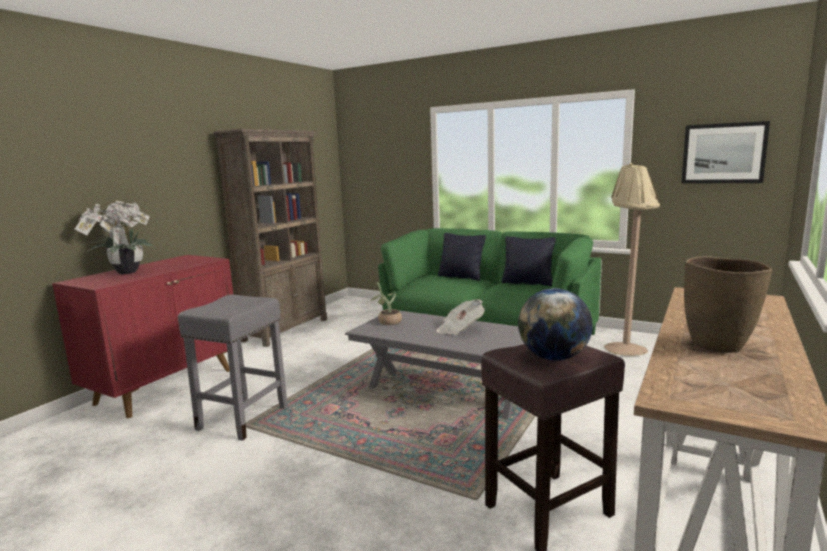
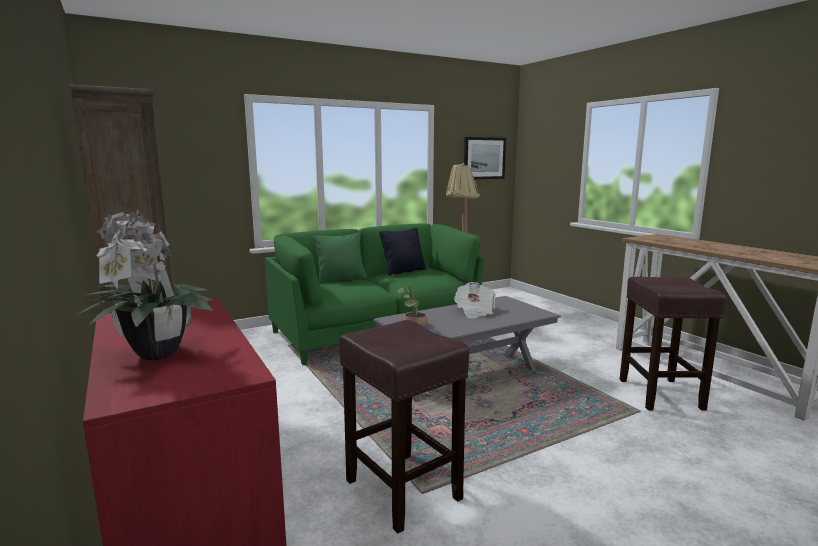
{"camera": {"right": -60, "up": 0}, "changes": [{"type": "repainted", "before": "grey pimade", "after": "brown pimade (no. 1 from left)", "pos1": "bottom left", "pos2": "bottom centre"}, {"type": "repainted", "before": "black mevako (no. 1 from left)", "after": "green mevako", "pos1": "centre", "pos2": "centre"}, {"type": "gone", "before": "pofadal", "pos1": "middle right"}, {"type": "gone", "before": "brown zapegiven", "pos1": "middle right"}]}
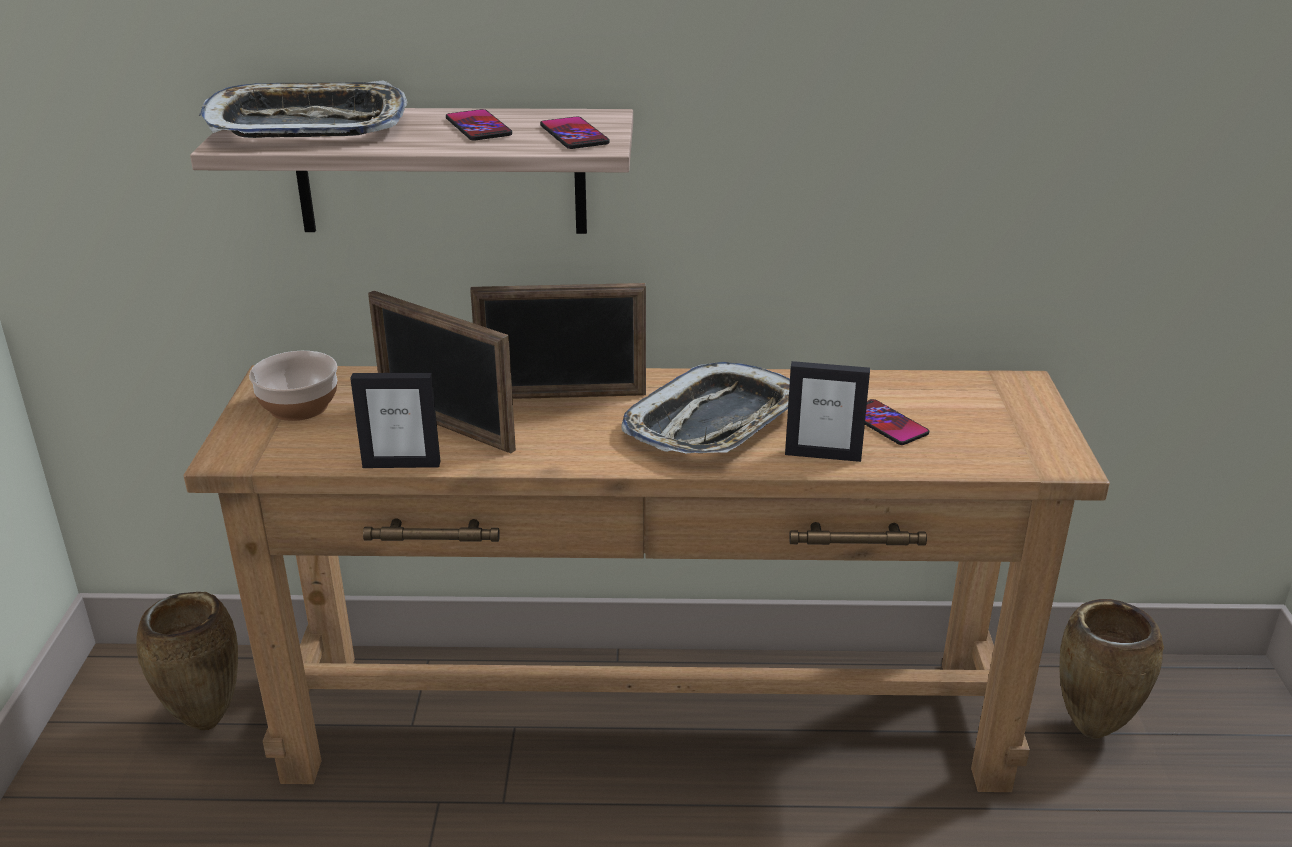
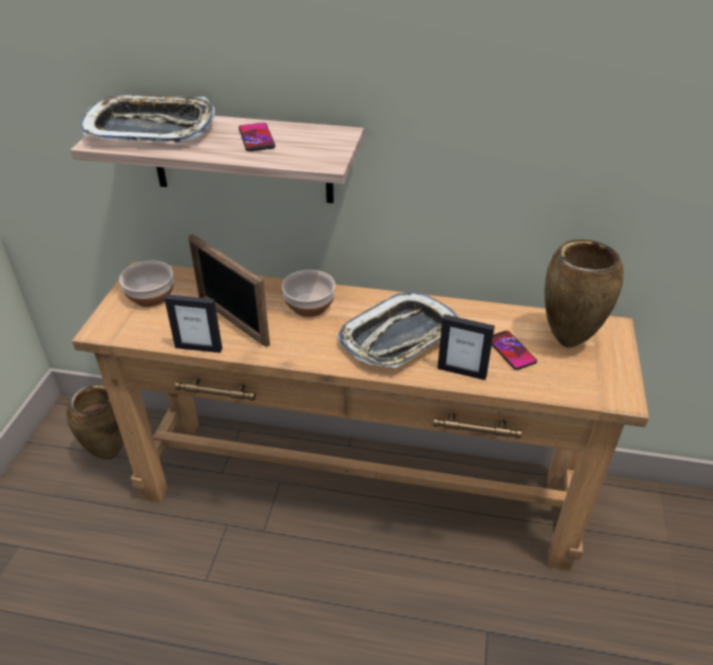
{"camera": {"right": 10, "up": 10}, "changes": [{"type": "swapped", "before": "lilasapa (no. 3 from left)", "after": "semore (no. 2 from left)", "pos1": "centre", "pos2": "centre"}, {"type": "gone", "before": "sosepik (no. 2 from left)", "pos1": "top centre"}, {"type": "shifted", "before": "brown zapegiven (no. 2 from left)", "pos1": "bottom right", "pos2": "middle right"}]}
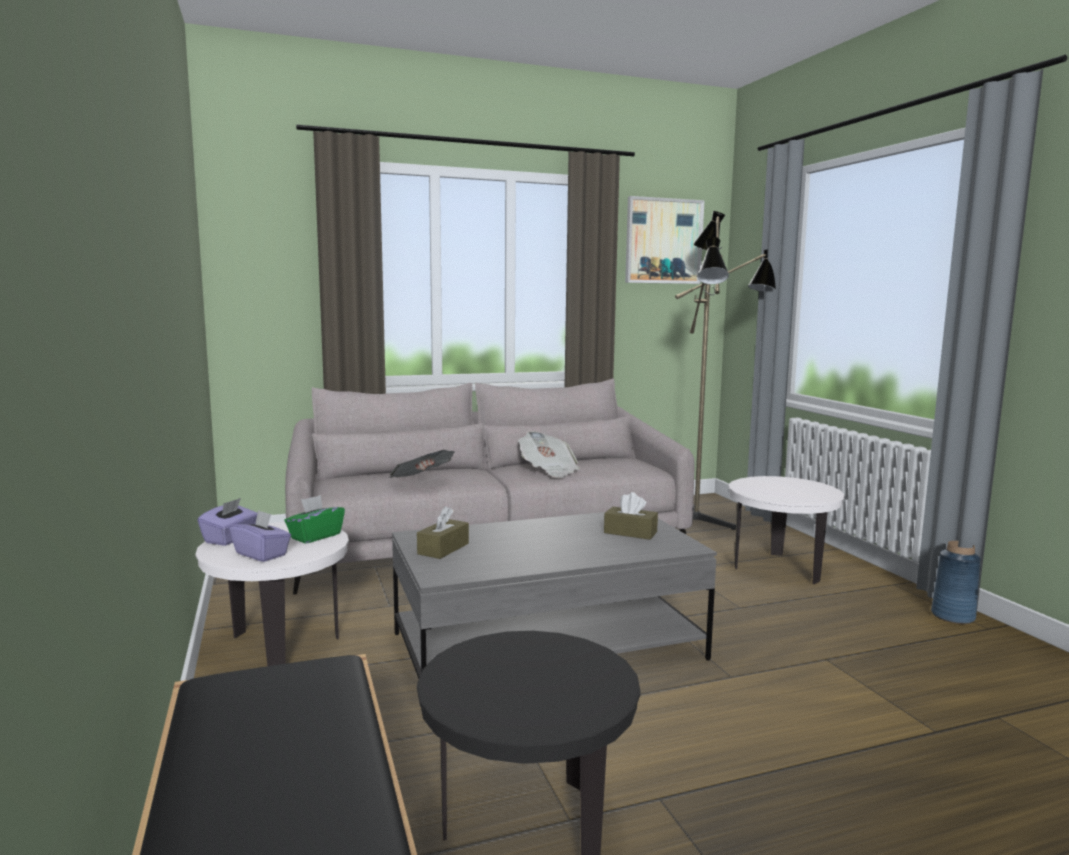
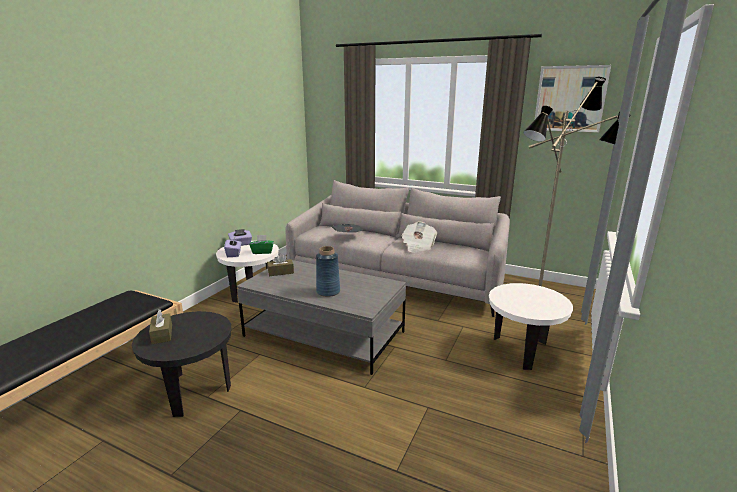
{"camera": {"right": 45, "up": 10}, "changes": [{"type": "shifted", "before": "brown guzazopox (no. 2 from left in the first image)", "after": "brown guzazopox (no. 1 from left)", "pos1": "centre", "pos2": "middle left"}, {"type": "shifted", "before": "blue zapegiven", "pos1": "bottom right", "pos2": "centre"}]}
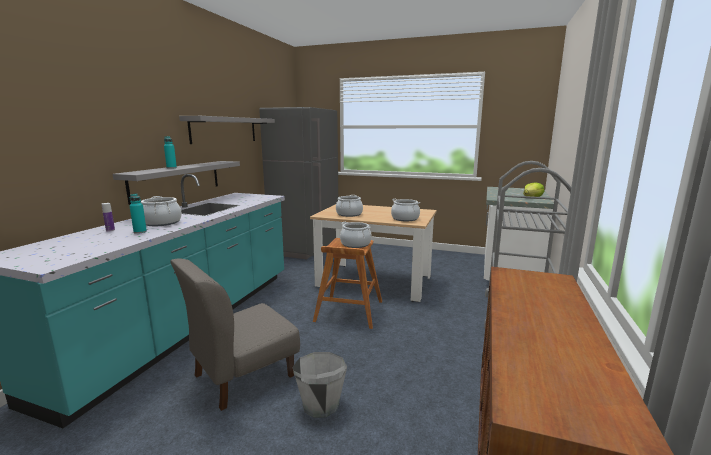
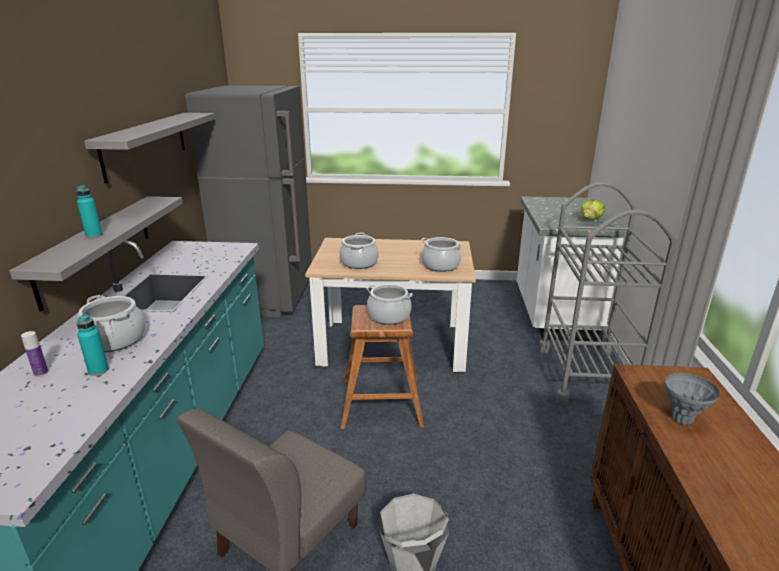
{"camera": {"right": -15, "up": 10}, "changes": [{"type": "new", "after": "grey zapegiven", "pos2": "bottom right"}]}
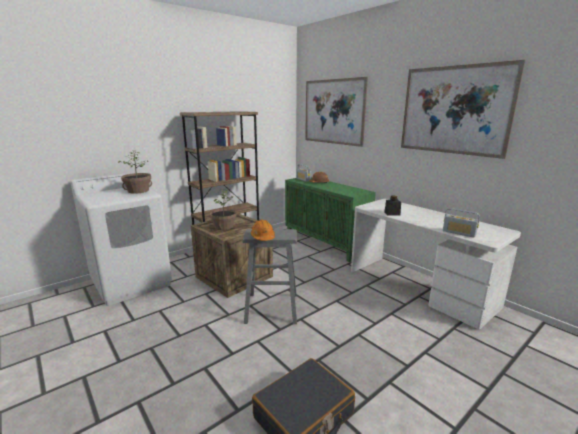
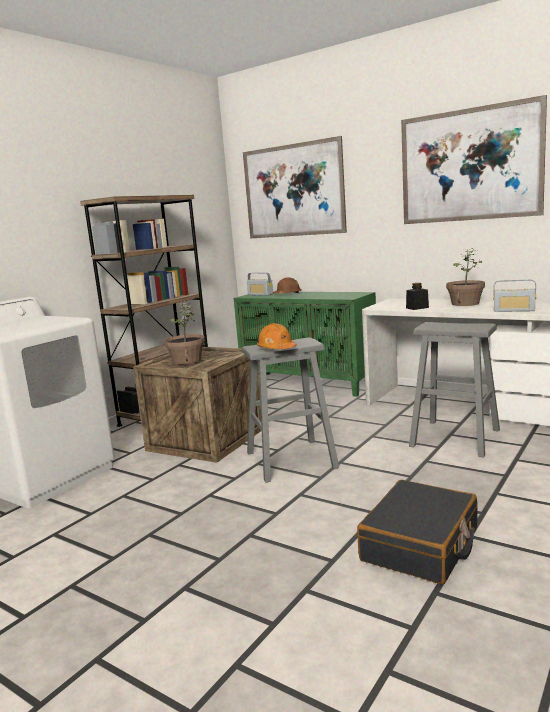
{"camera": {"right": -15, "up": -5}, "changes": [{"type": "shifted", "before": "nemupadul (no. 1 from left in the first image)", "after": "nemupadul (no. 2 from left)", "pos1": "middle left", "pos2": "middle right"}, {"type": "new", "after": "grey pimade (no. 2 from left)", "pos2": "middle right"}]}
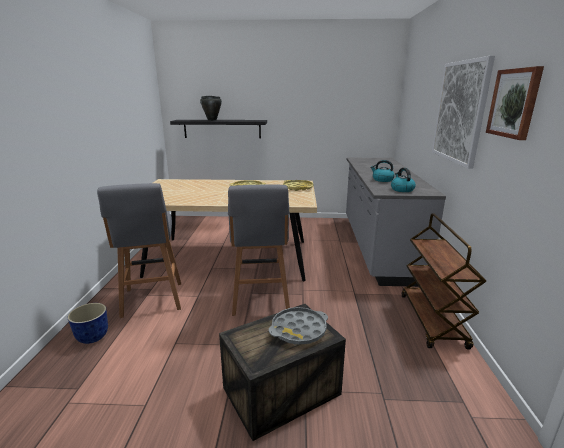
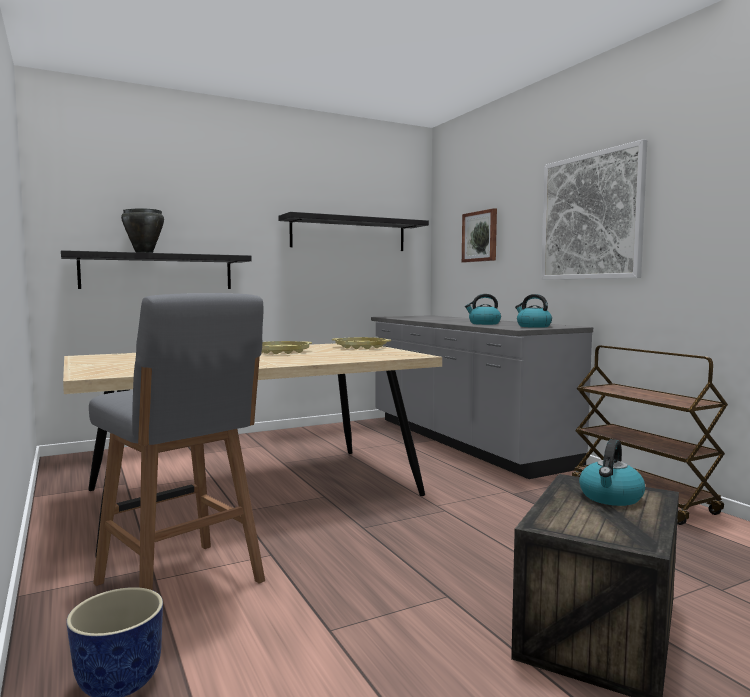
{"camera": {"right": -30, "up": -15}, "changes": [{"type": "gone", "before": "grey pimade (no. 2 from left)", "pos1": "centre"}, {"type": "swapped", "before": "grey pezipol", "after": "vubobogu (no. 3 from left)", "pos1": "bottom centre", "pos2": "bottom right"}, {"type": "shifted", "before": "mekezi (no. 2 from left in the first image)", "after": "mekezi (no. 1 from left)", "pos1": "top right", "pos2": "centre"}, {"type": "new", "after": "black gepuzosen (no. 2 from left)", "pos2": "top centre"}]}
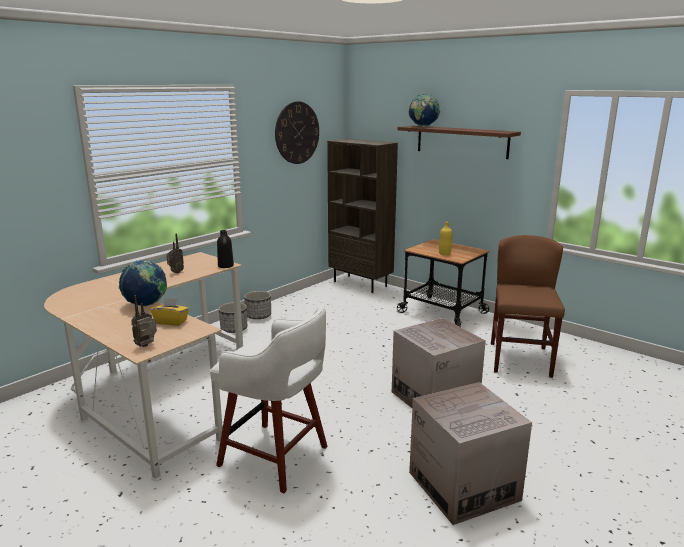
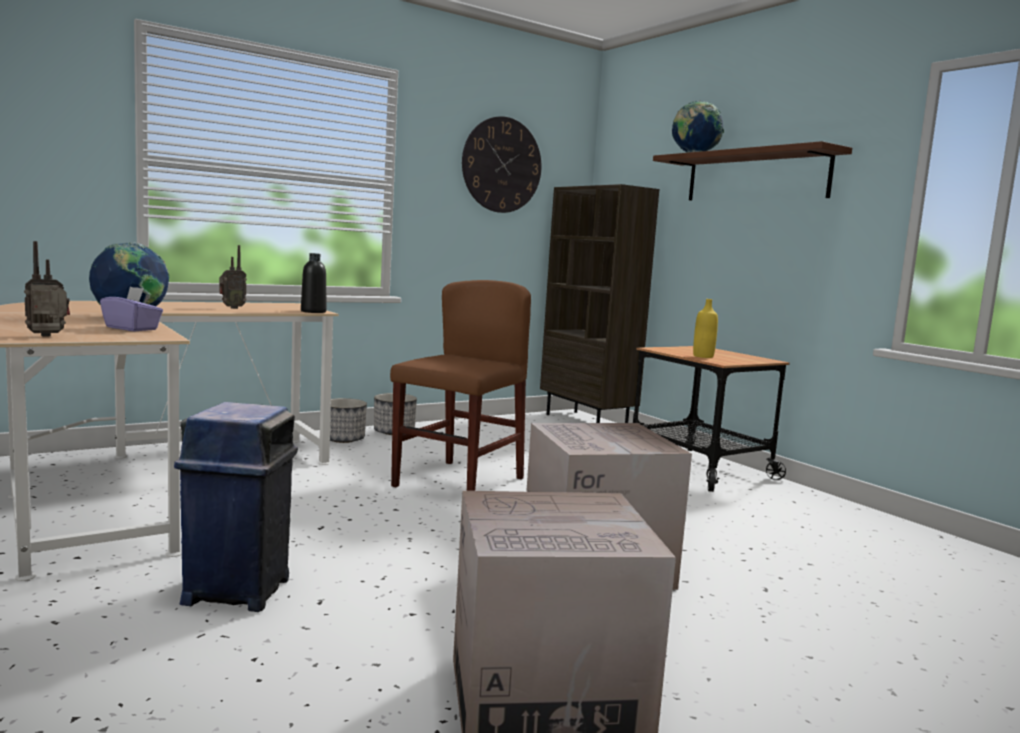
{"camera": {"right": 15, "up": -10}, "changes": [{"type": "repainted", "before": "yellow guzazopox", "after": "purple guzazopox", "pos1": "middle left", "pos2": "middle left"}, {"type": "swapped", "before": "white pimade", "after": "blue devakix", "pos1": "bottom centre", "pos2": "bottom left"}, {"type": "shifted", "before": "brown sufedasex", "pos1": "middle right", "pos2": "centre"}]}
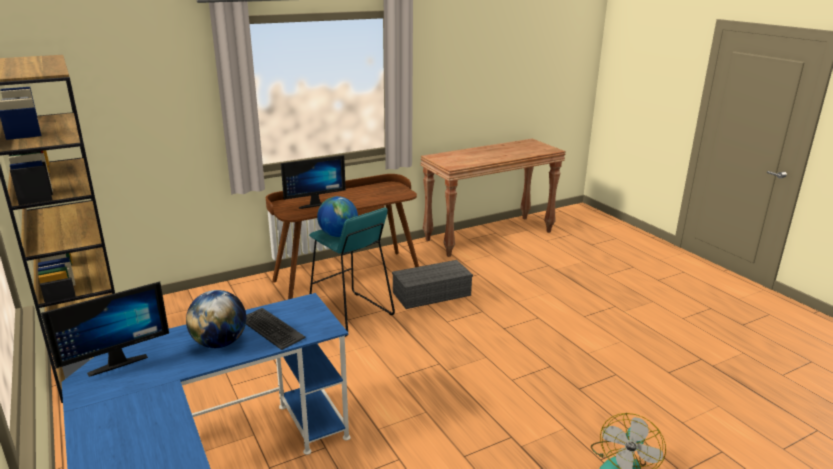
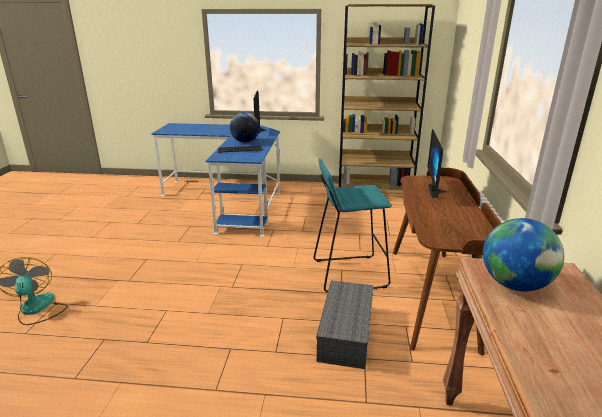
{"camera": {"right": 125, "up": 0}, "changes": [{"type": "shifted", "before": "pofadal (no. 2 from left)", "pos1": "centre", "pos2": "middle right"}]}
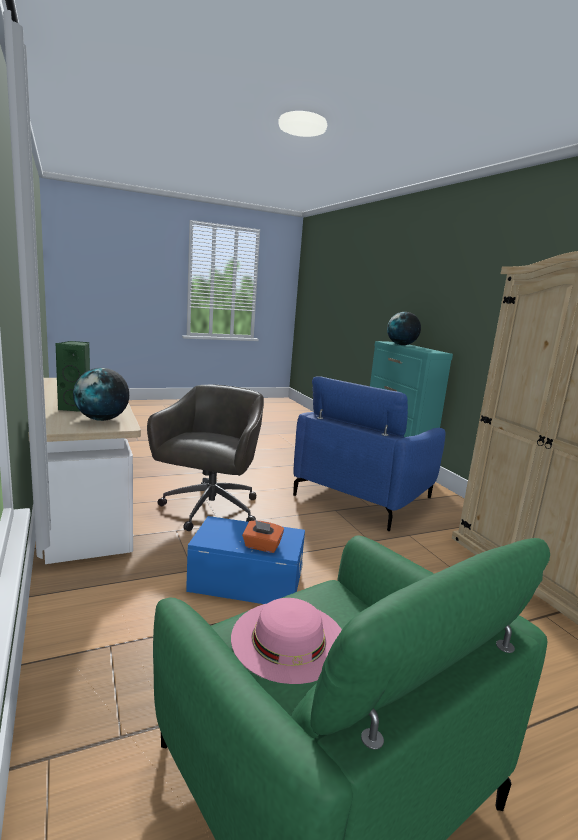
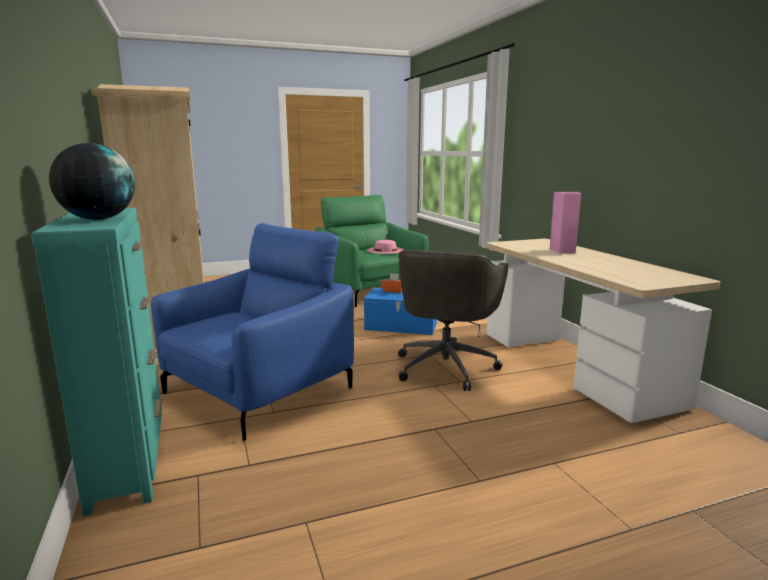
{"camera": {"right": -175, "up": 0}, "changes": [{"type": "repainted", "before": "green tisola", "after": "pink tisola", "pos1": "middle left", "pos2": "middle right"}, {"type": "gone", "before": "pofadal (no. 1 from left)", "pos1": "middle left"}]}
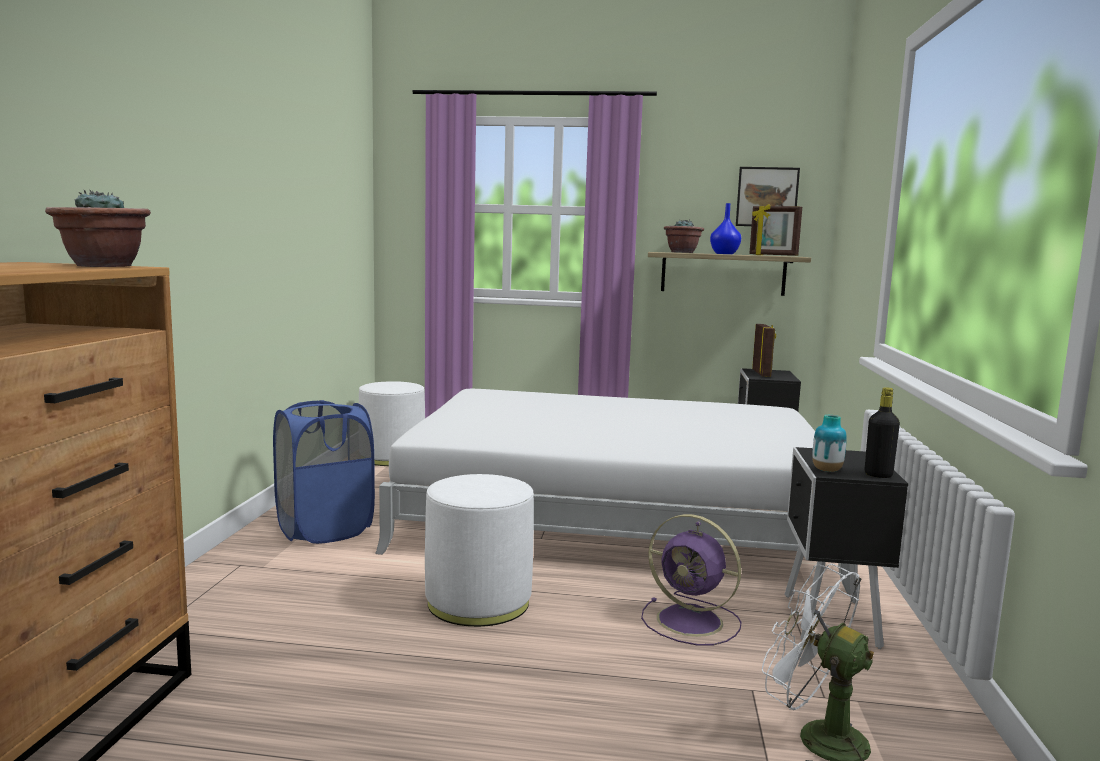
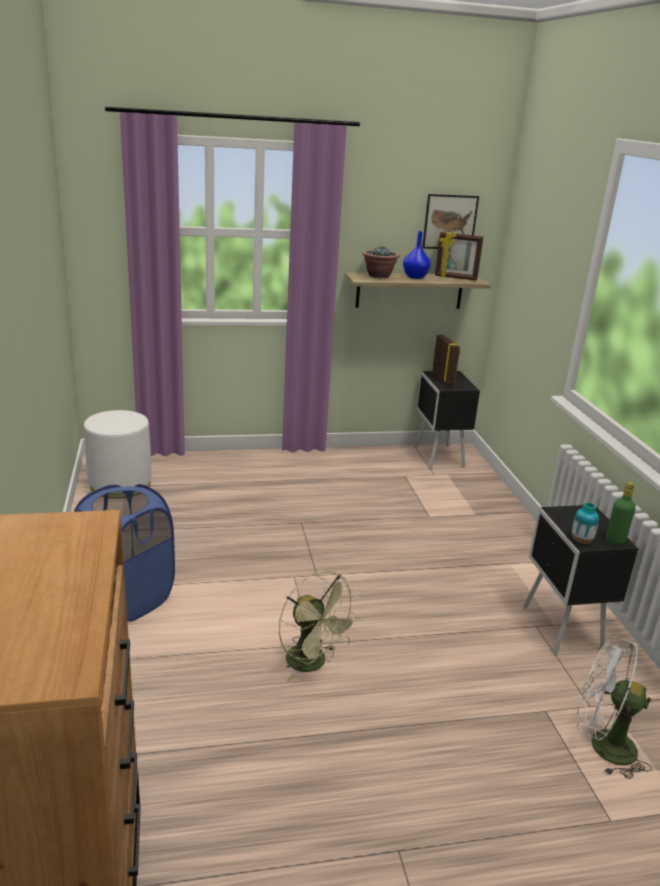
{"camera": {"right": -20, "up": 15}, "changes": [{"type": "gone", "before": "nemupadul (no. 1 from left)", "pos1": "top left"}, {"type": "gone", "before": "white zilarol", "pos1": "centre"}, {"type": "swapped", "before": "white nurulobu (no. 2 from left)", "after": "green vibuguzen", "pos1": "bottom centre", "pos2": "bottom centre"}, {"type": "gone", "before": "purple vibuguzen", "pos1": "bottom centre"}, {"type": "repainted", "before": "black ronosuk", "after": "green ronosuk", "pos1": "middle right", "pos2": "middle right"}]}
